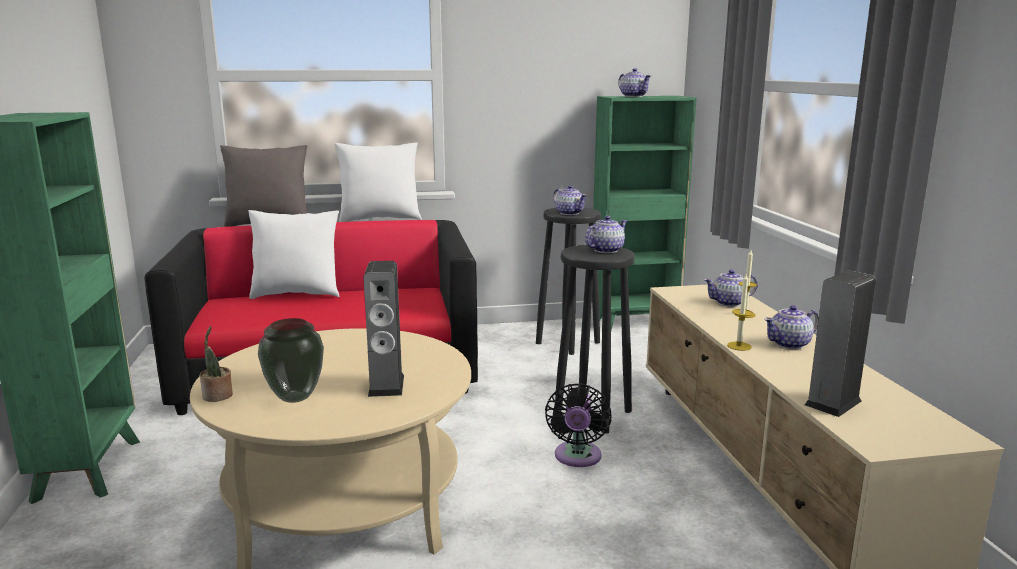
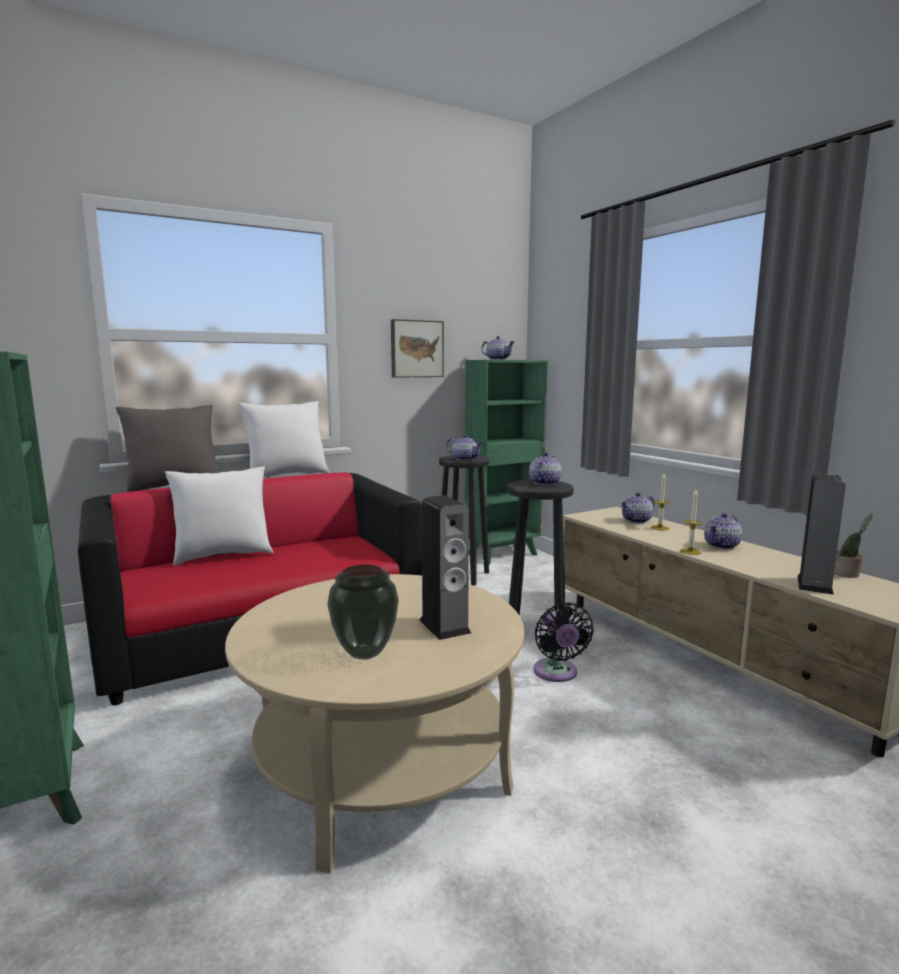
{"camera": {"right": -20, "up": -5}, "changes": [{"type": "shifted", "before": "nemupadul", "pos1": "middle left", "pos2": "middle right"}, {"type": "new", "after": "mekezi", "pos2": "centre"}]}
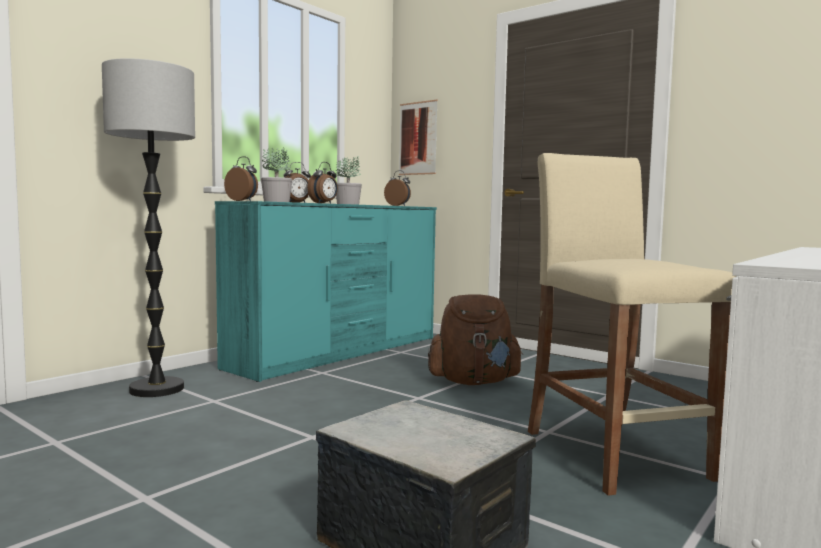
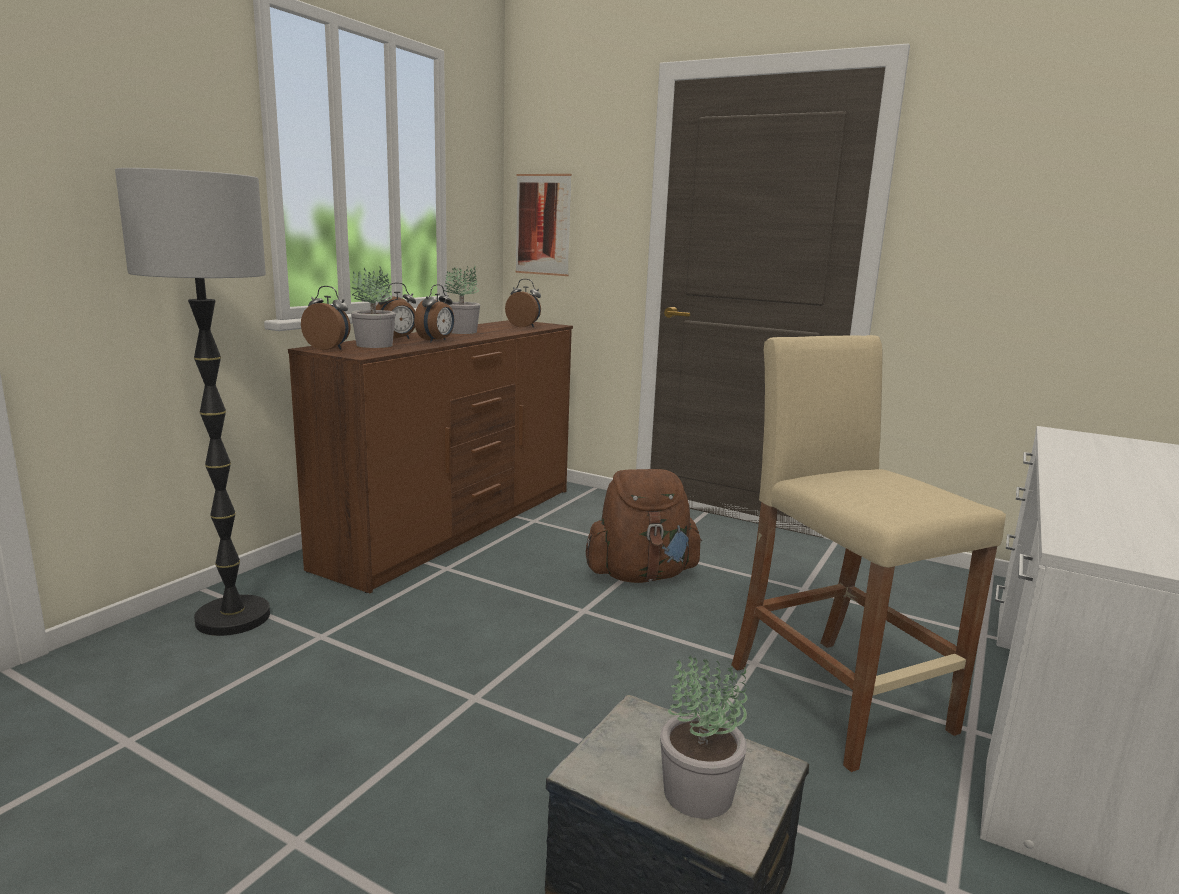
{"camera": {"right": -10, "up": 10}, "changes": [{"type": "repainted", "before": "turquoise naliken", "after": "brown naliken", "pos1": "centre", "pos2": "centre"}, {"type": "new", "after": "nemupadul (no. 3 from left)", "pos2": "bottom centre"}]}
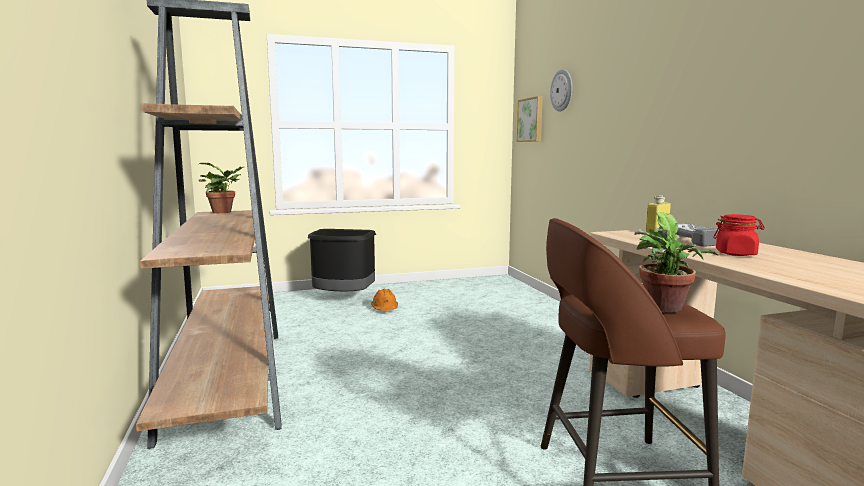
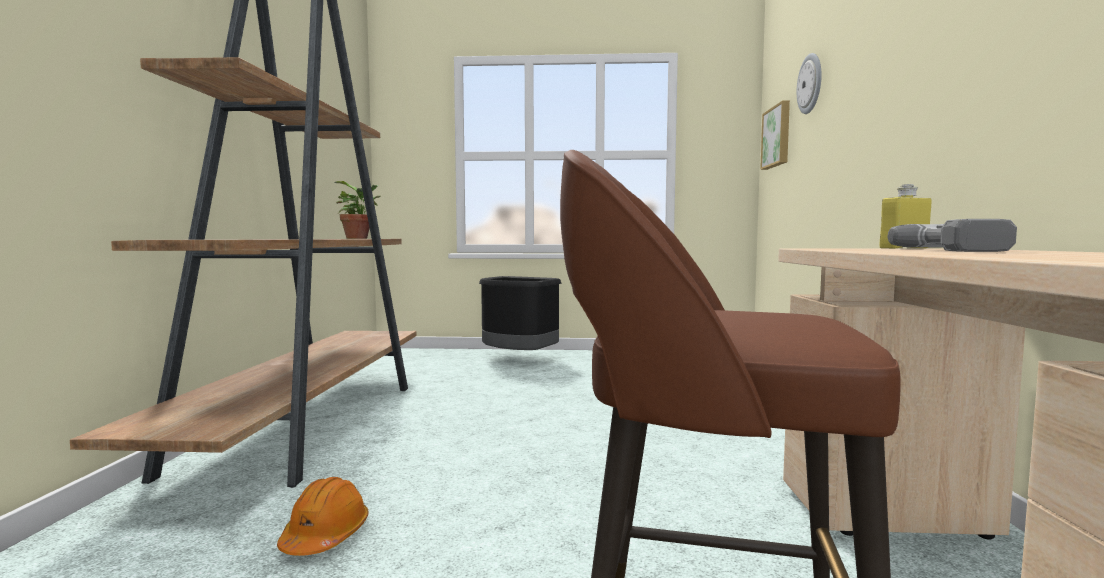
{"camera": {"right": 20, "up": -5}, "changes": [{"type": "shifted", "before": "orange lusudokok", "pos1": "centre", "pos2": "bottom left"}, {"type": "gone", "before": "nemupadul (no. 2 from left)", "pos1": "middle right"}, {"type": "gone", "before": "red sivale", "pos1": "middle right"}]}
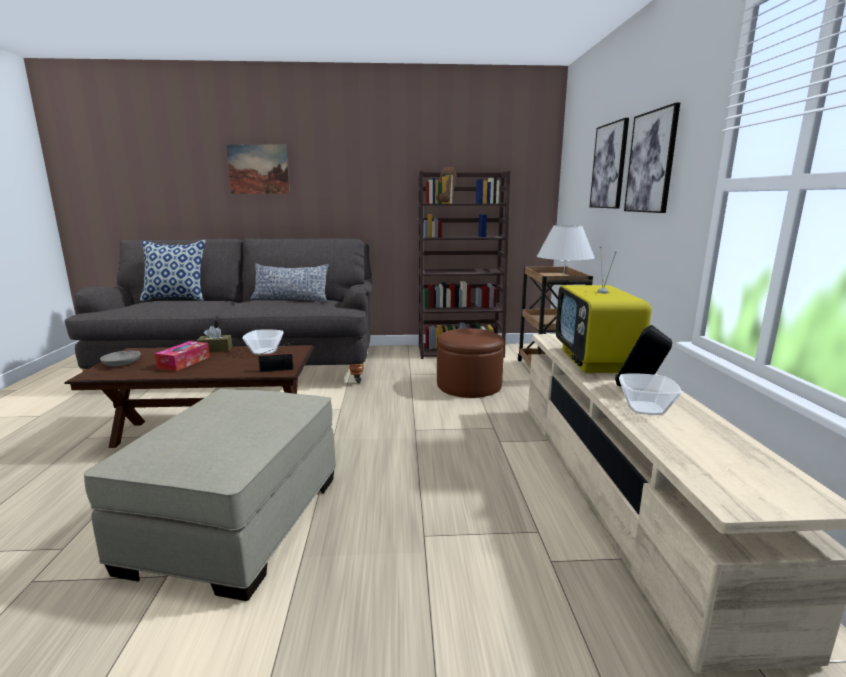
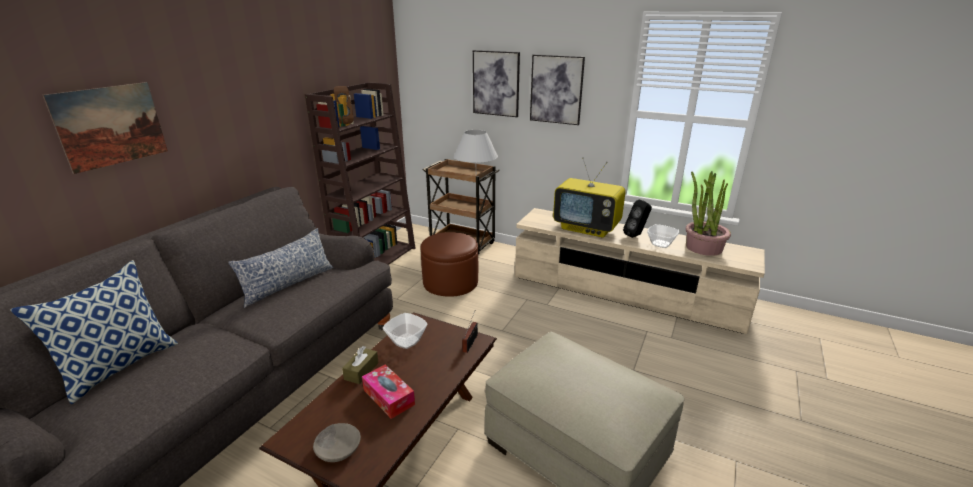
{"camera": {"right": -60, "up": 10}, "changes": [{"type": "new", "after": "nemupadul", "pos2": "middle right"}]}
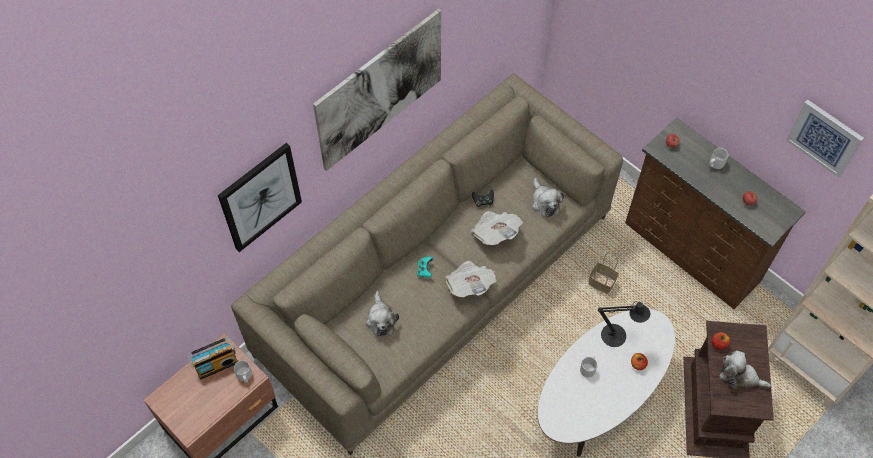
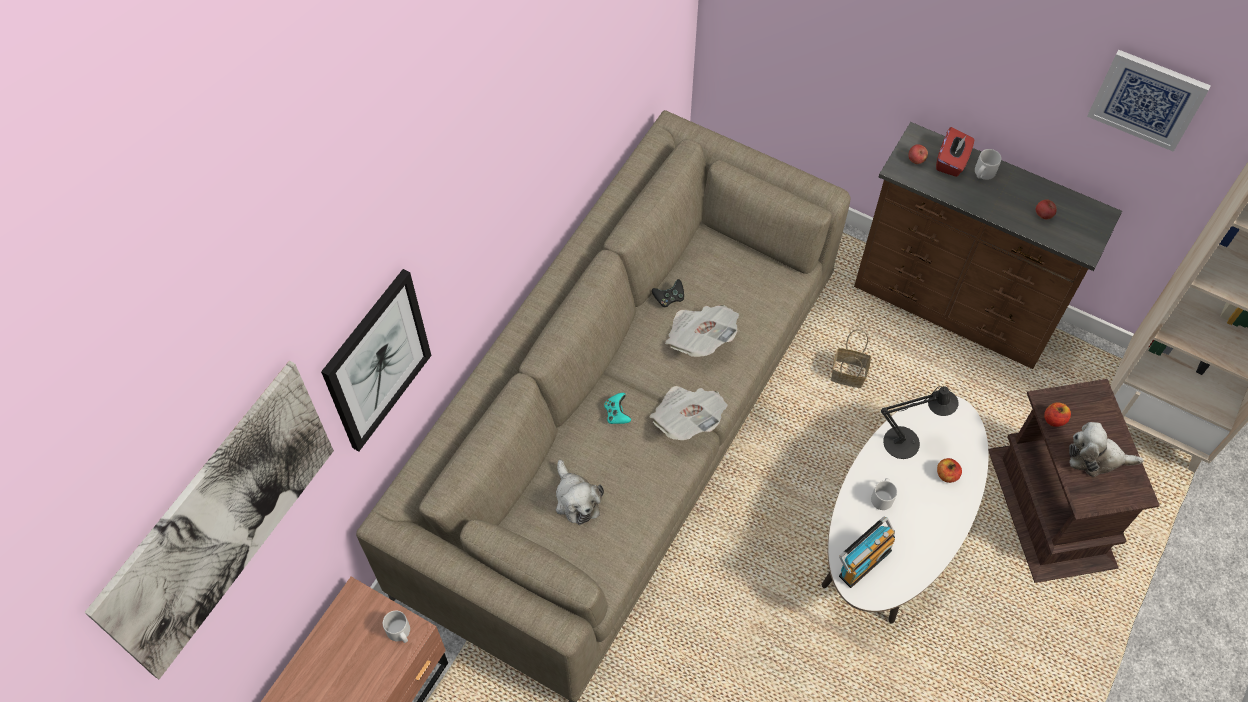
{"camera": {"right": -15, "up": 0}, "changes": [{"type": "shifted", "before": "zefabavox", "pos1": "bottom left", "pos2": "bottom right"}, {"type": "shifted", "before": "mekezi (no. 2 from left in the first image)", "after": "mekezi (no. 1 from left)", "pos1": "top centre", "pos2": "bottom left"}, {"type": "gone", "before": "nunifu (no. 2 from left)", "pos1": "centre"}, {"type": "new", "after": "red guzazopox", "pos2": "top right"}]}
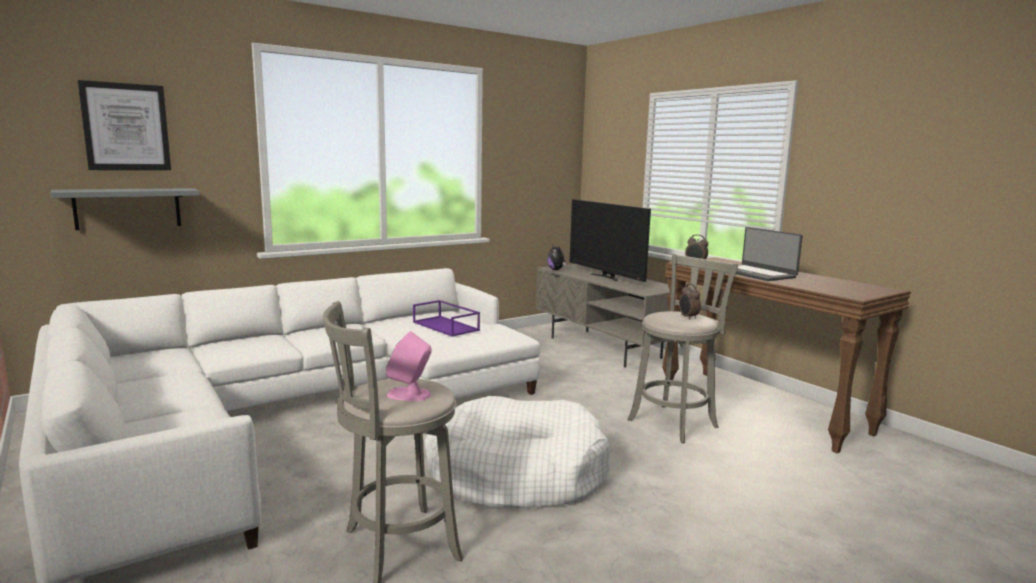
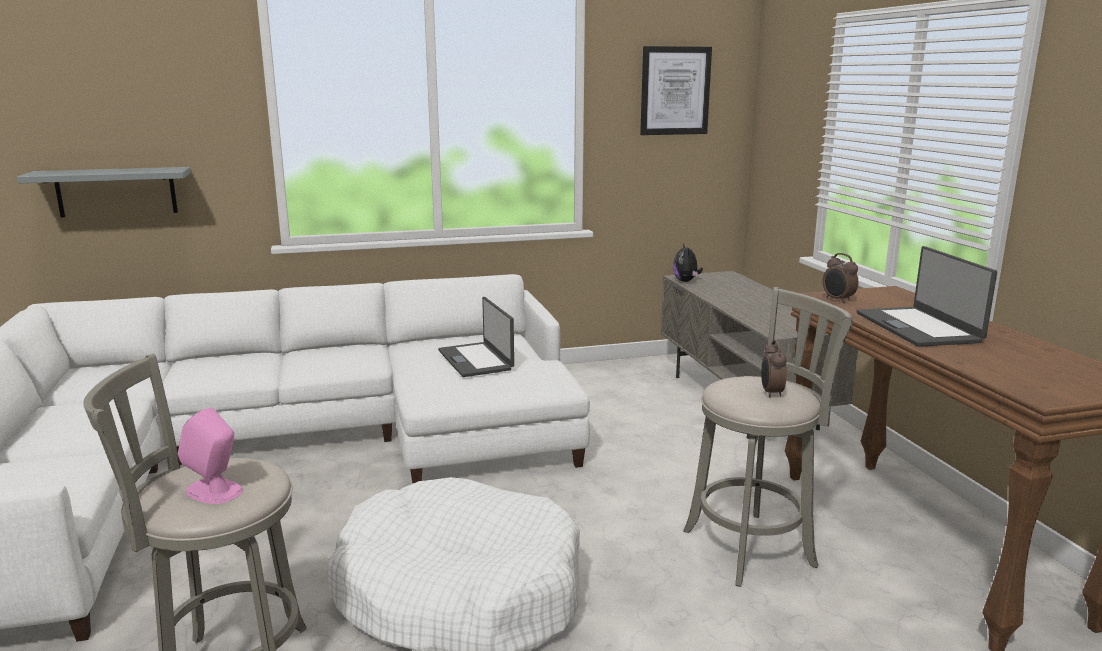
{"camera": {"right": 20, "up": 5}, "changes": [{"type": "shifted", "before": "mekezi", "pos1": "top left", "pos2": "top centre"}, {"type": "swapped", "before": "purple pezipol", "after": "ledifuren (no. 1 from left)", "pos1": "centre", "pos2": "centre"}, {"type": "gone", "before": "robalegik", "pos1": "centre"}]}
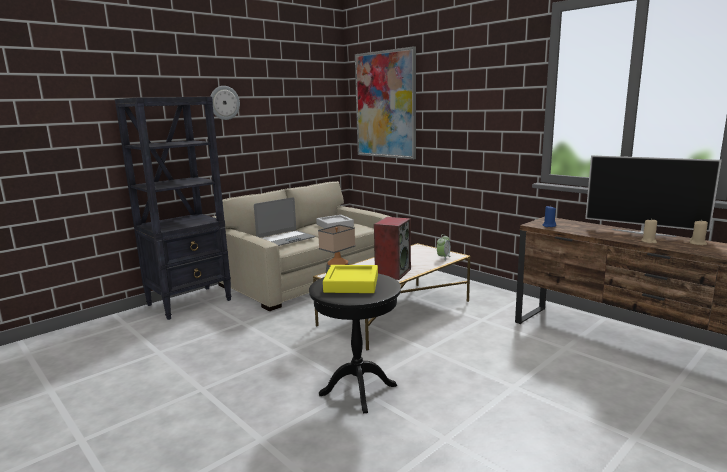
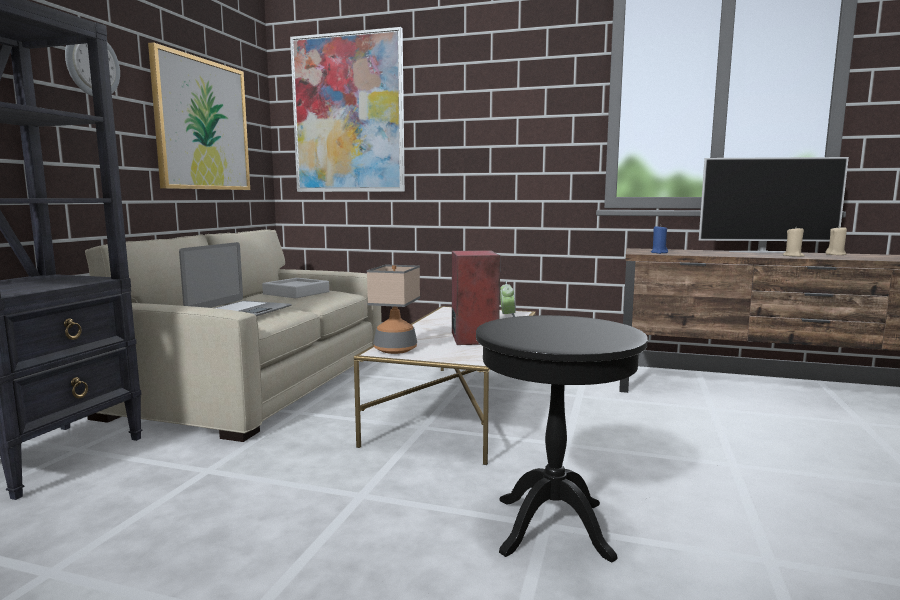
{"camera": {"right": -30, "up": -5}, "changes": [{"type": "gone", "before": "yellow pezipol", "pos1": "centre"}, {"type": "new", "after": "mekezi (no. 1 from left)", "pos2": "top left"}]}
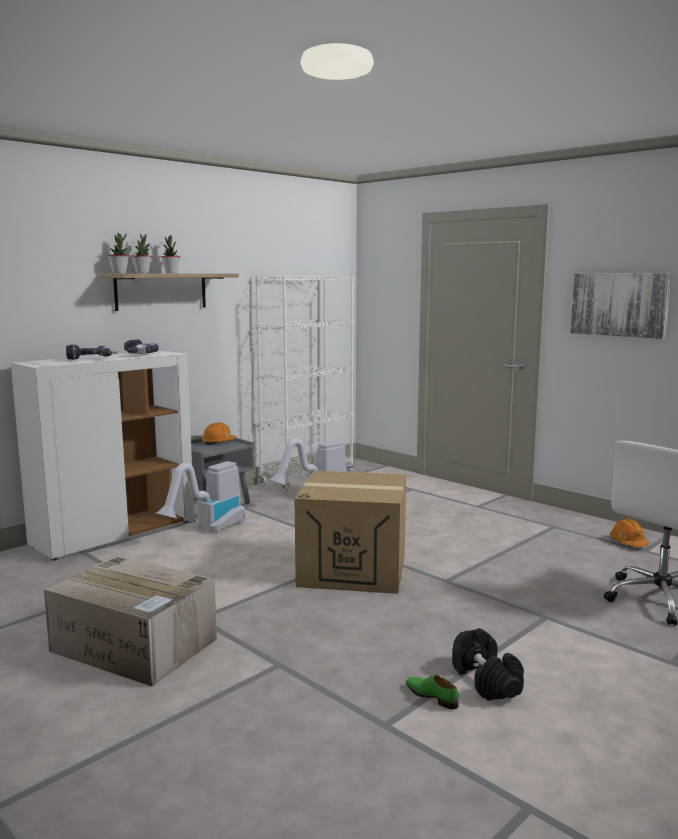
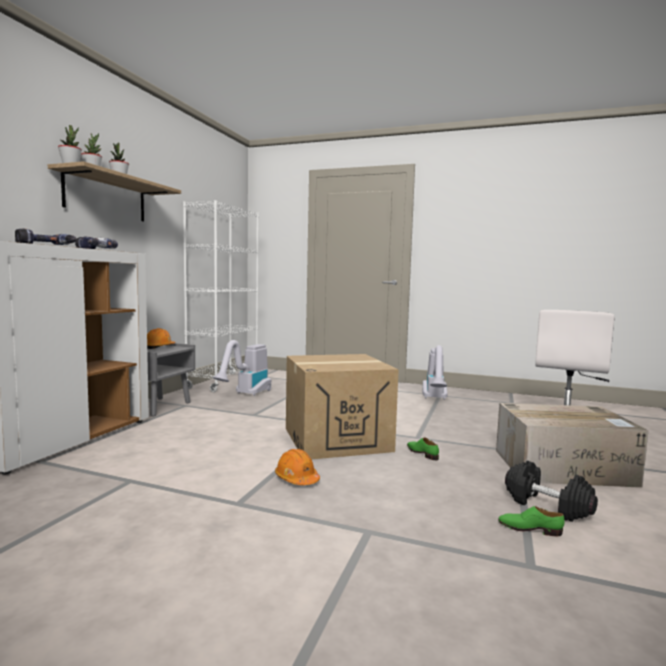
{"camera": {"right": -25, "up": -5}, "changes": [{"type": "shifted", "before": "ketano (no. 1 from left in the first image)", "after": "ketano (no. 2 from left)", "pos1": "bottom left", "pos2": "bottom right"}, {"type": "shifted", "before": "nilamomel (no. 1 from left in the first image)", "after": "nilamomel (no. 2 from left)", "pos1": "middle left", "pos2": "centre"}, {"type": "gone", "before": "mekezi", "pos1": "middle right"}, {"type": "shifted", "before": "orange lusudokok (no. 2 from left)", "pos1": "middle right", "pos2": "bottom centre"}, {"type": "new", "after": "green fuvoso (no. 1 from left)", "pos2": "bottom centre"}]}
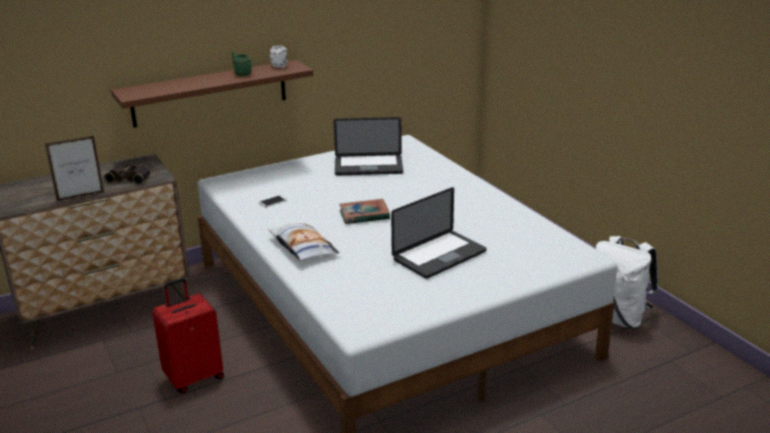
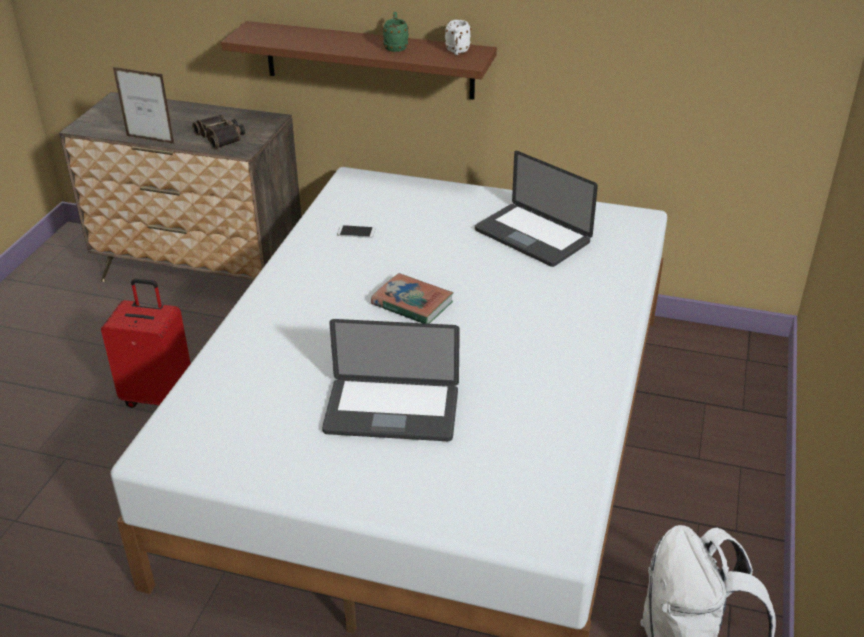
{"camera": {"right": 45, "up": 10}, "changes": [{"type": "gone", "before": "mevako", "pos1": "centre"}]}
